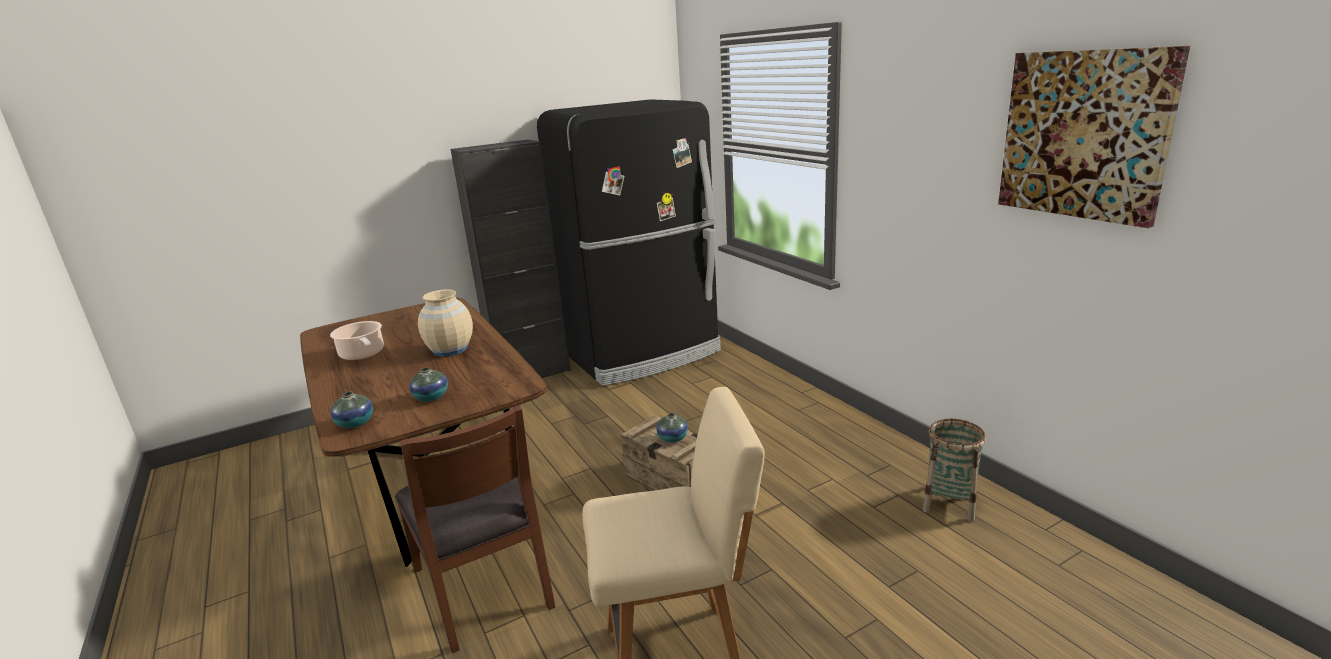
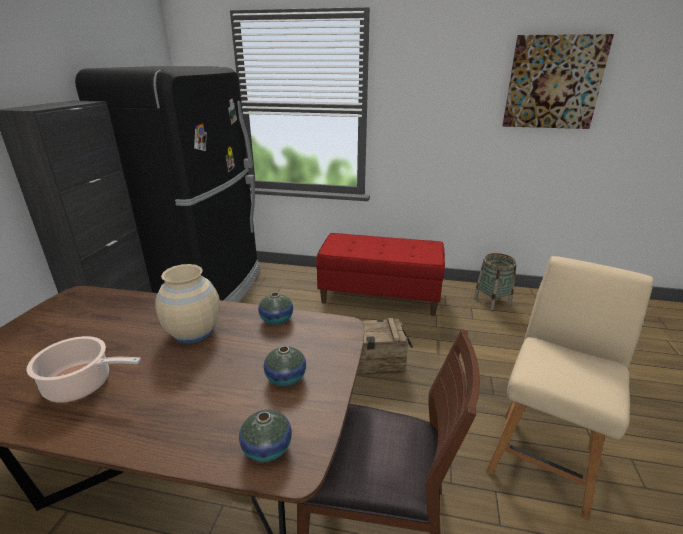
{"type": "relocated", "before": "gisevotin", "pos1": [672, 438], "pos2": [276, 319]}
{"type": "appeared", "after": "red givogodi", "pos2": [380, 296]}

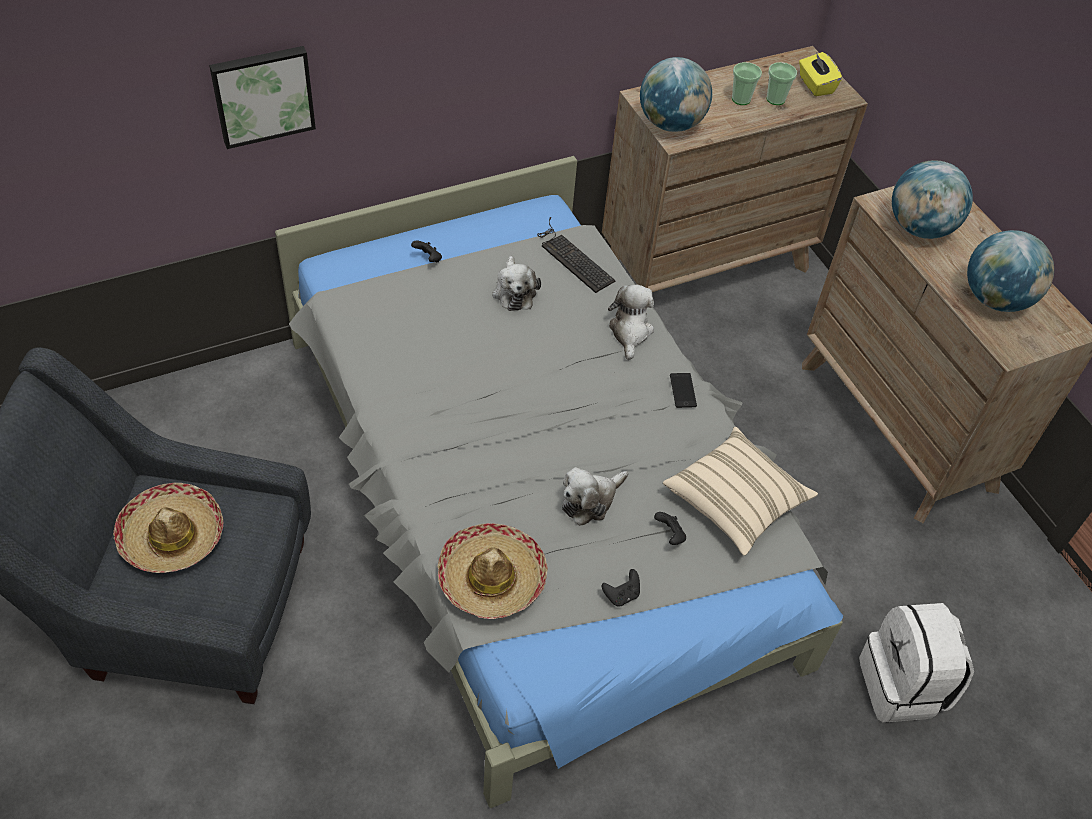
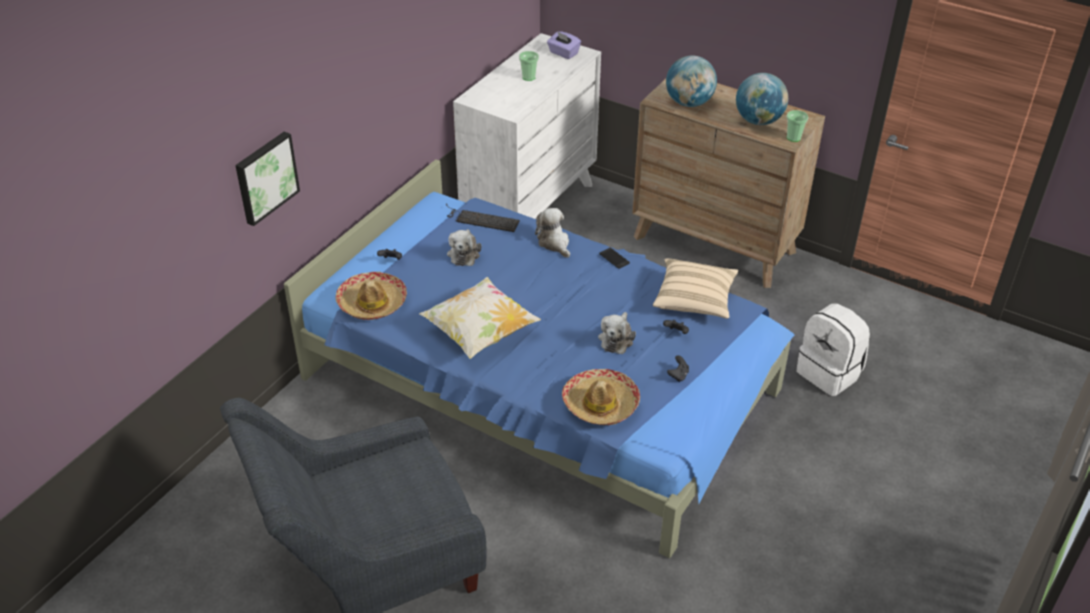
{"type": "colour", "before": "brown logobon", "after": "white logobon", "pos1": [705, 265], "pos2": [529, 209]}
{"type": "colour", "before": "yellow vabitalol", "after": "purple vabitalol", "pos1": [815, 85], "pos2": [563, 53]}
{"type": "missing", "before": "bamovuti", "pos1": [670, 124]}
{"type": "relocated", "before": "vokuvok", "pos1": [775, 99], "pos2": [793, 138]}
{"type": "colour", "before": "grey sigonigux", "after": "blue sigonigux", "pos1": [535, 497], "pos2": [543, 385]}
{"type": "spun", "before": "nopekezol", "pos1": [514, 292], "pos2": [464, 253], "turn": 45}
{"type": "relocated", "before": "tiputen", "pos1": [172, 536], "pos2": [372, 303]}
{"type": "appeared", "after": "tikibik", "pos2": [480, 333]}

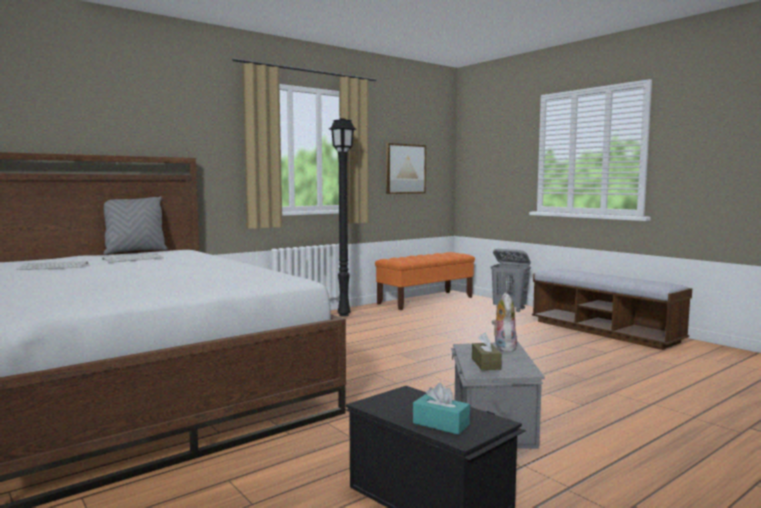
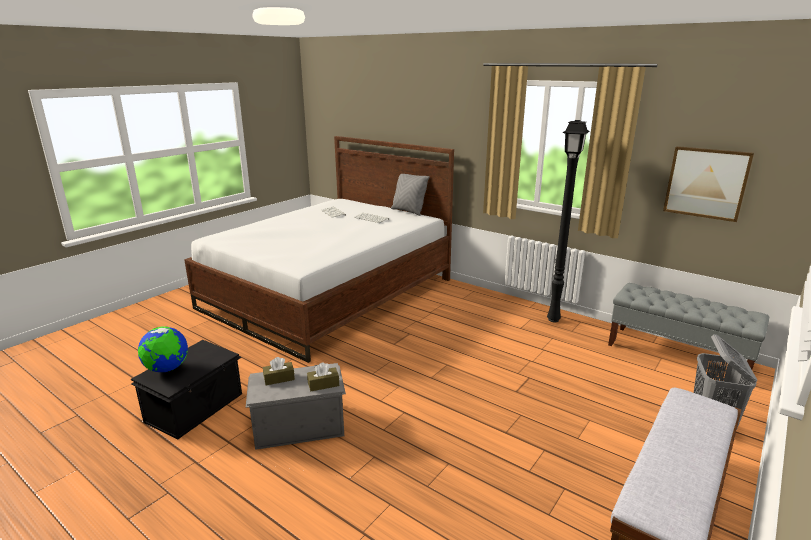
{"type": "colour", "before": "orange givogodi", "after": "grey givogodi", "pos1": [426, 300], "pos2": [678, 355]}
{"type": "exchanged", "before": "nopekezol", "after": "brown vabitalol", "pos1": [503, 347], "pos2": [323, 384]}
{"type": "exchanged", "before": "turquoise vabitalol", "after": "bamovuti", "pos1": [441, 424], "pos2": [167, 369]}

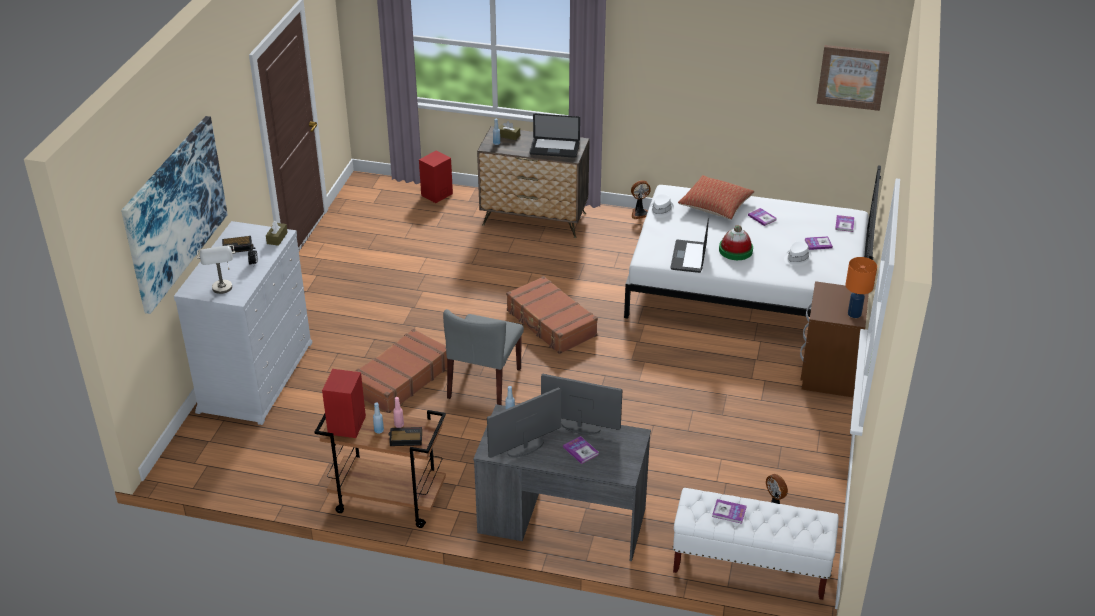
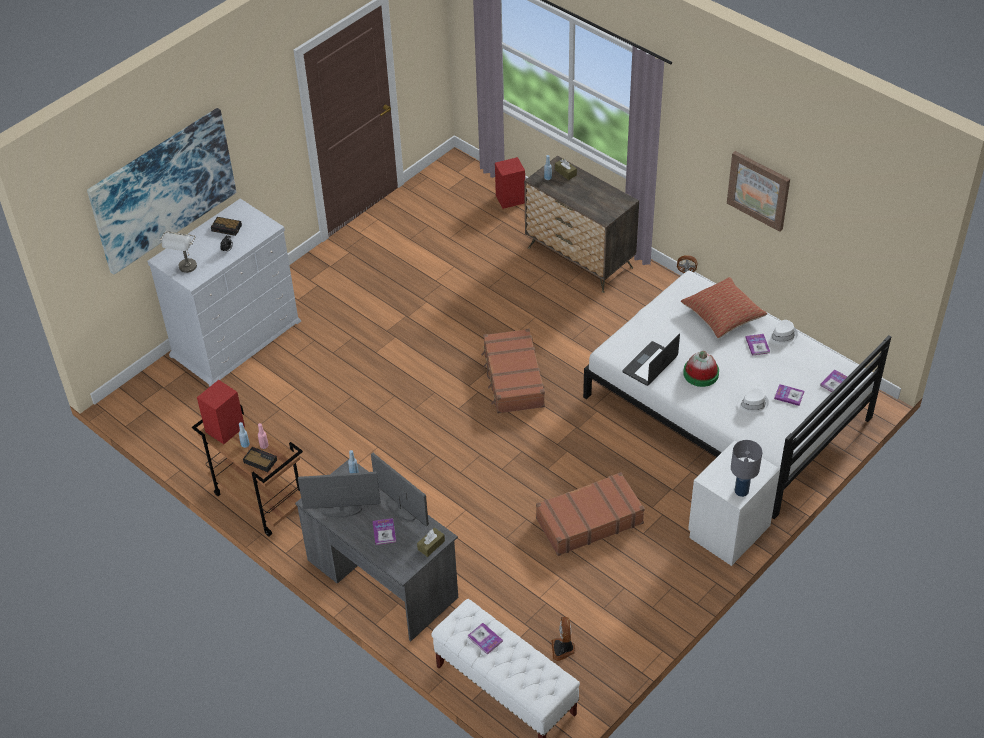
{"type": "relocated", "before": "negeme", "pos1": [852, 77], "pos2": [759, 190]}
{"type": "missing", "before": "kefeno", "pos1": [554, 149]}
{"type": "relocated", "before": "white tiputen", "pos1": [660, 210], "pos2": [782, 336]}
{"type": "relocated", "before": "brown vabitalol", "pos1": [277, 238], "pos2": [431, 545]}
{"type": "colour", "before": "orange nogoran", "after": "grey nogoran", "pos1": [854, 314], "pos2": [741, 491]}
{"type": "colour", "before": "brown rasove", "after": "white rasove", "pos1": [827, 373], "pos2": [728, 531]}
{"type": "missing", "before": "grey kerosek", "pos1": [484, 384]}
{"type": "relocated", "before": "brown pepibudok", "pos1": [401, 379], "pos2": [588, 520]}

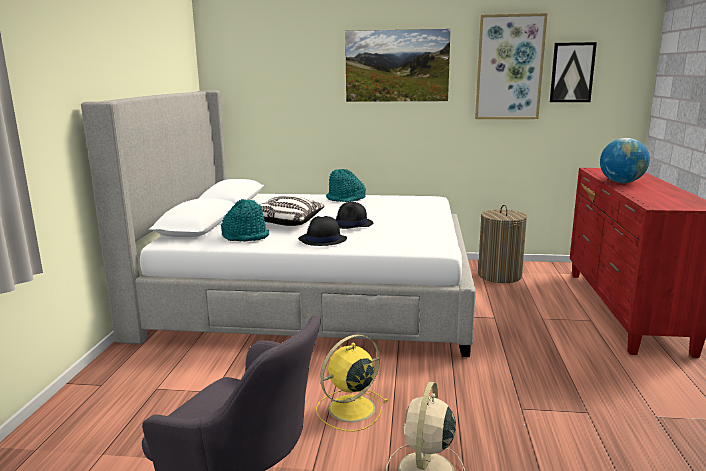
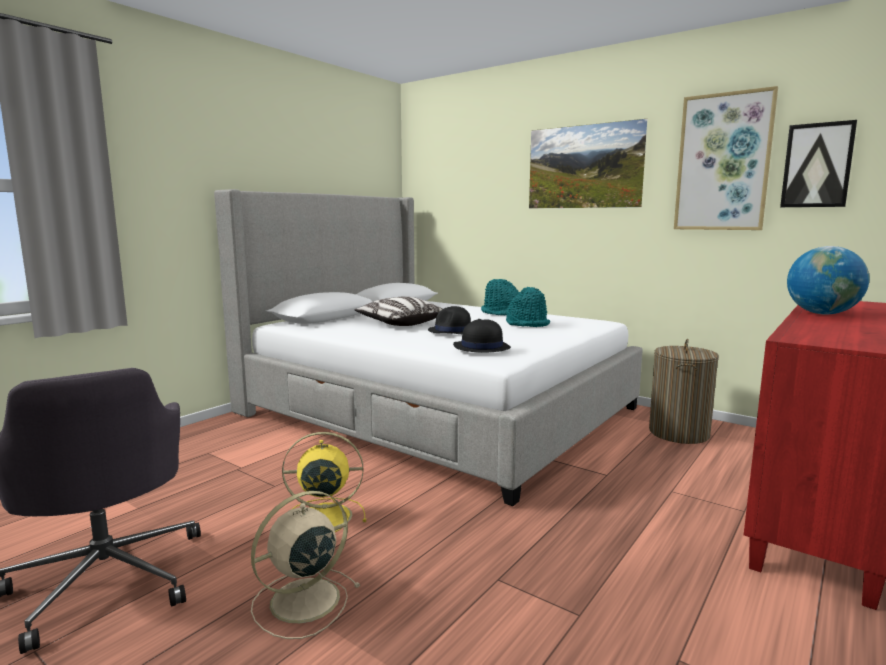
{"type": "relocated", "before": "turquoise tiputen", "pos1": [246, 236], "pos2": [527, 324]}
{"type": "relocated", "before": "black tiputen", "pos1": [322, 240], "pos2": [481, 347]}

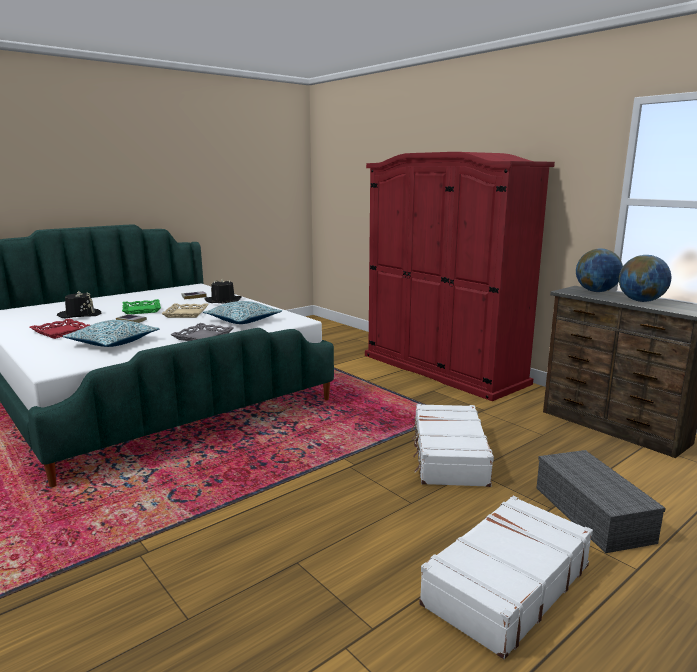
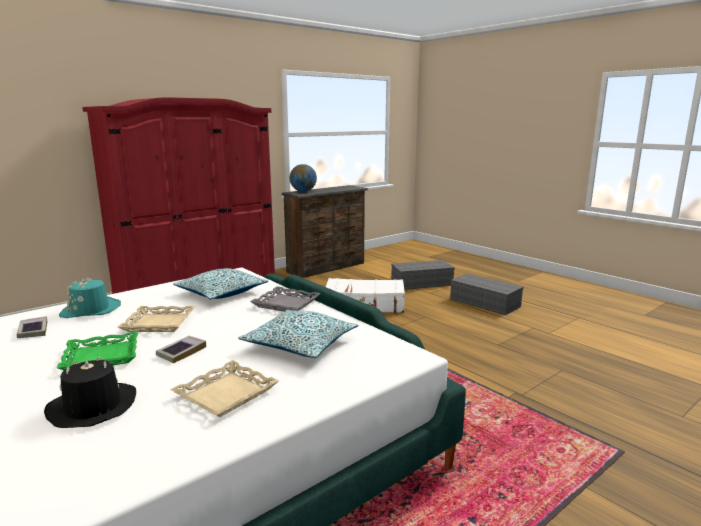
{"type": "missing", "before": "bamovuti", "pos1": [641, 301]}
{"type": "colour", "before": "black tiputen", "after": "turquoise tiputen", "pos1": [223, 301], "pos2": [90, 310]}
{"type": "colour", "before": "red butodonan", "after": "beige butodonan", "pos1": [62, 332], "pos2": [226, 394]}
{"type": "exchanged", "before": "white pepibudok", "after": "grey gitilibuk", "pos1": [505, 584], "pos2": [486, 303]}

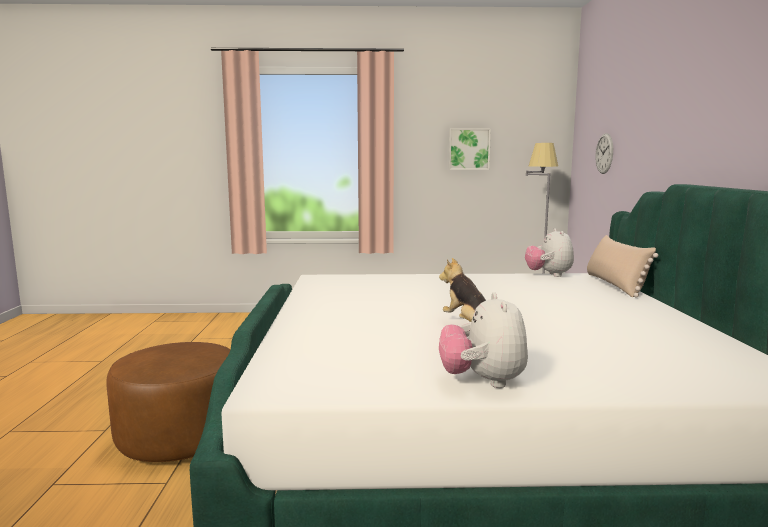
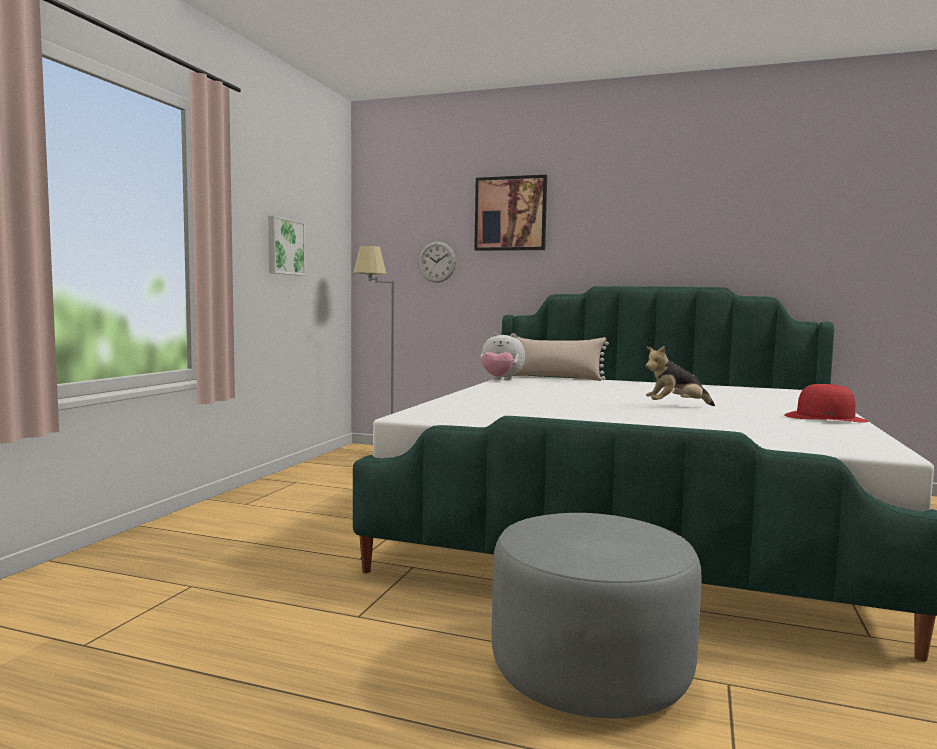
{"type": "exchanged", "before": "nopekezol", "after": "red tiputen", "pos1": [483, 381], "pos2": [825, 418]}
{"type": "colour", "before": "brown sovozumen", "after": "grey sovozumen", "pos1": [180, 437], "pos2": [590, 671]}
{"type": "appeared", "after": "negeme", "pos2": [510, 214]}

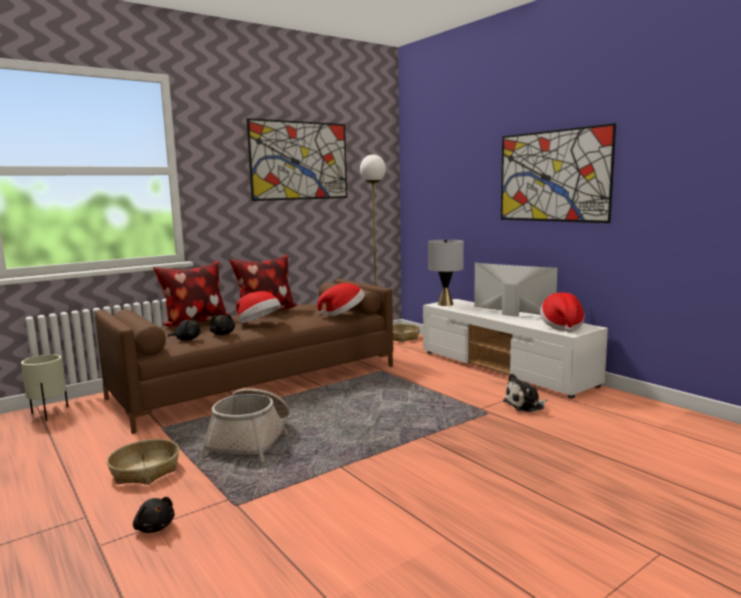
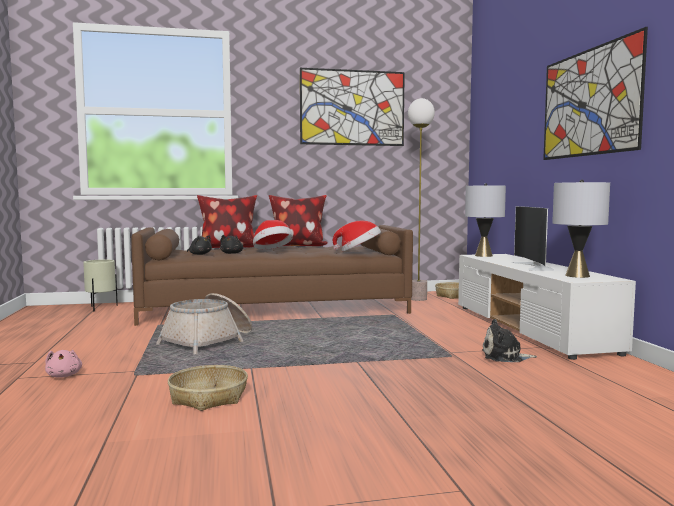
{"type": "spun", "before": "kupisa", "pos1": [510, 316], "pos2": [535, 266], "turn": -150}
{"type": "exchanged", "before": "tiputen", "after": "grey nogoran", "pos1": [561, 326], "pos2": [577, 276]}
{"type": "relocated", "before": "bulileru", "pos1": [145, 470], "pos2": [208, 397]}
{"type": "colour", "before": "black nopekezol", "after": "pink nopekezol", "pos1": [154, 527], "pos2": [64, 375]}

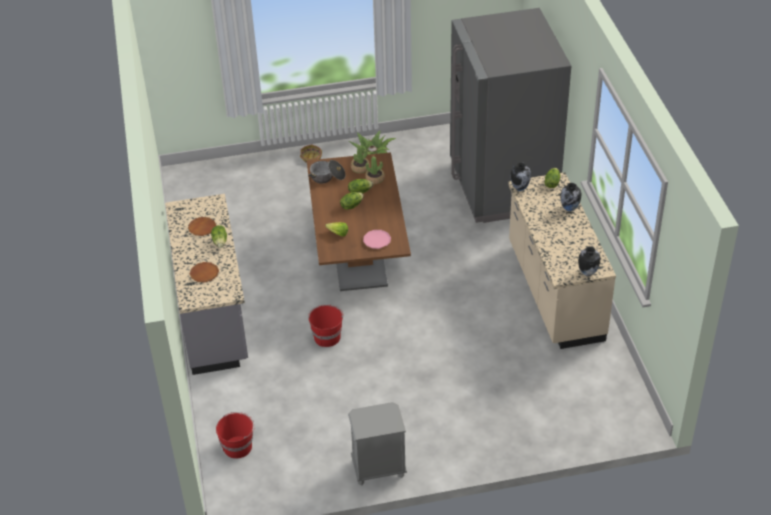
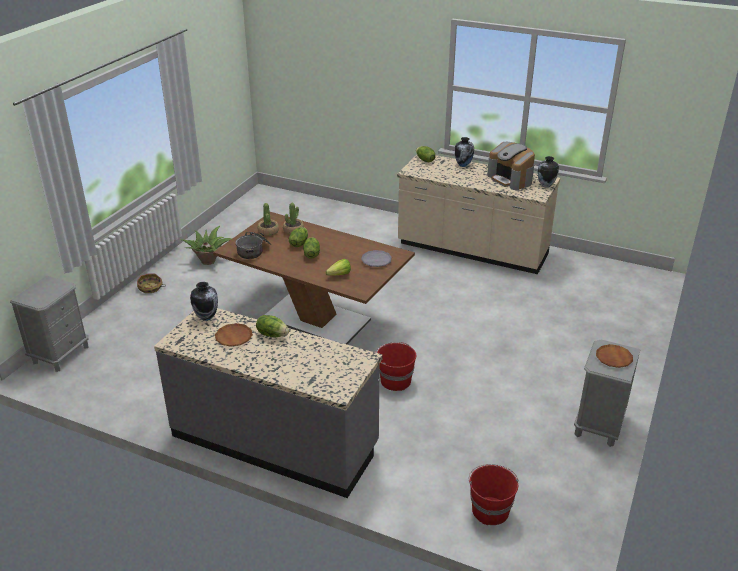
{"type": "missing", "before": "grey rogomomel", "pos1": [503, 186]}
{"type": "relocated", "before": "gisevotin", "pos1": [520, 188], "pos2": [206, 317]}
{"type": "colour", "before": "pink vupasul", "after": "grey vupasul", "pos1": [377, 241], "pos2": [376, 260]}
{"type": "relocated", "before": "brown vupasul", "pos1": [204, 274], "pos2": [613, 358]}
{"type": "appeared", "after": "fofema", "pos2": [510, 179]}
{"type": "appeared", "after": "grey rasove", "pos2": [61, 354]}

